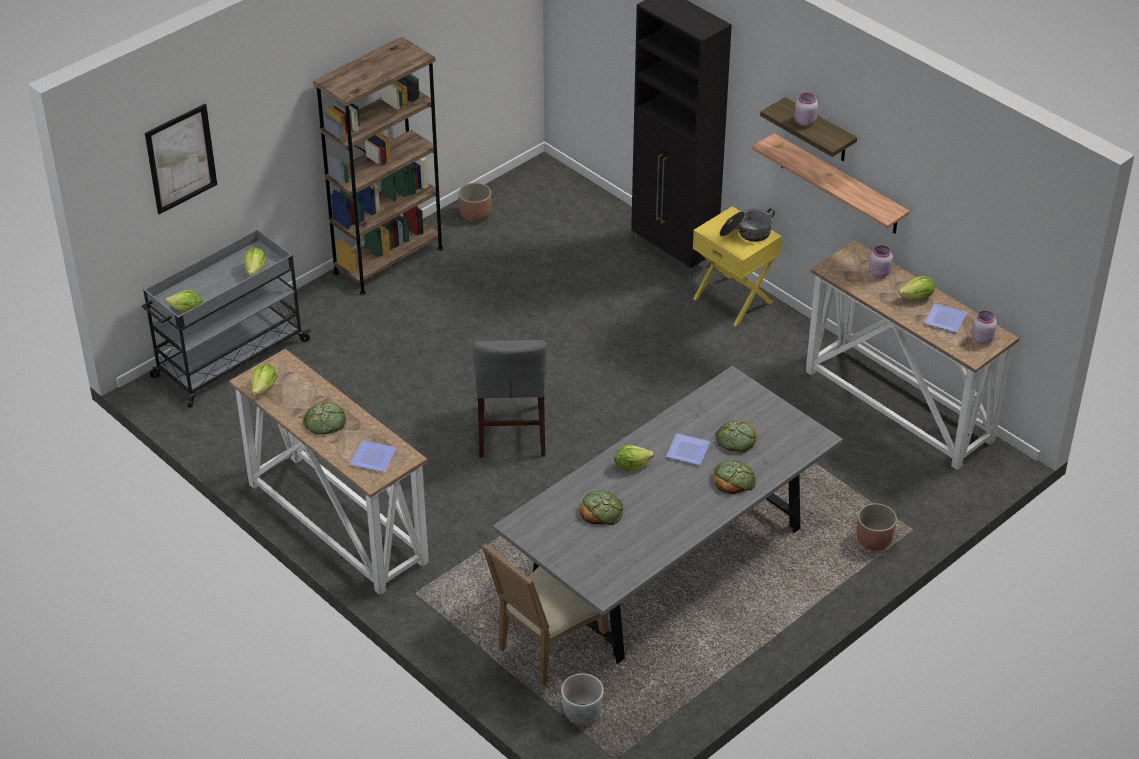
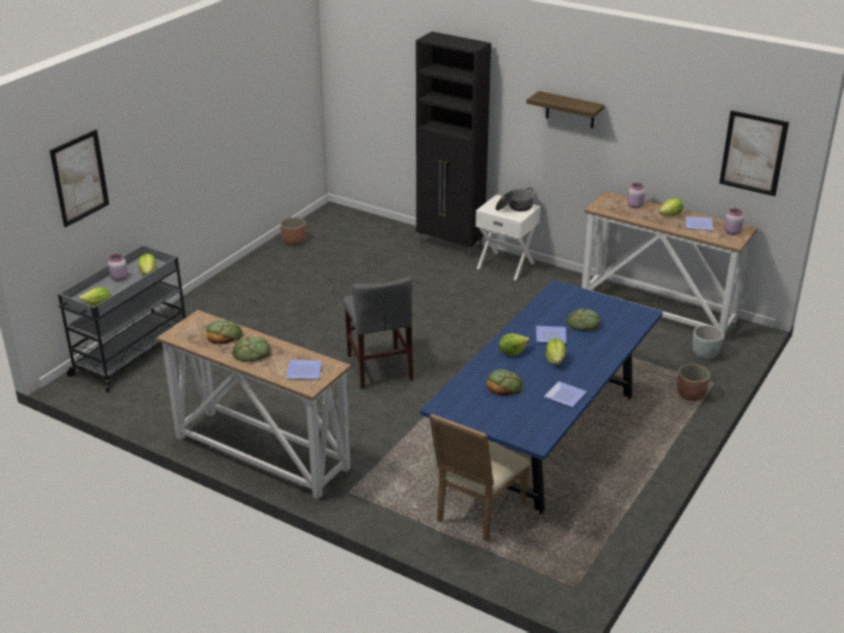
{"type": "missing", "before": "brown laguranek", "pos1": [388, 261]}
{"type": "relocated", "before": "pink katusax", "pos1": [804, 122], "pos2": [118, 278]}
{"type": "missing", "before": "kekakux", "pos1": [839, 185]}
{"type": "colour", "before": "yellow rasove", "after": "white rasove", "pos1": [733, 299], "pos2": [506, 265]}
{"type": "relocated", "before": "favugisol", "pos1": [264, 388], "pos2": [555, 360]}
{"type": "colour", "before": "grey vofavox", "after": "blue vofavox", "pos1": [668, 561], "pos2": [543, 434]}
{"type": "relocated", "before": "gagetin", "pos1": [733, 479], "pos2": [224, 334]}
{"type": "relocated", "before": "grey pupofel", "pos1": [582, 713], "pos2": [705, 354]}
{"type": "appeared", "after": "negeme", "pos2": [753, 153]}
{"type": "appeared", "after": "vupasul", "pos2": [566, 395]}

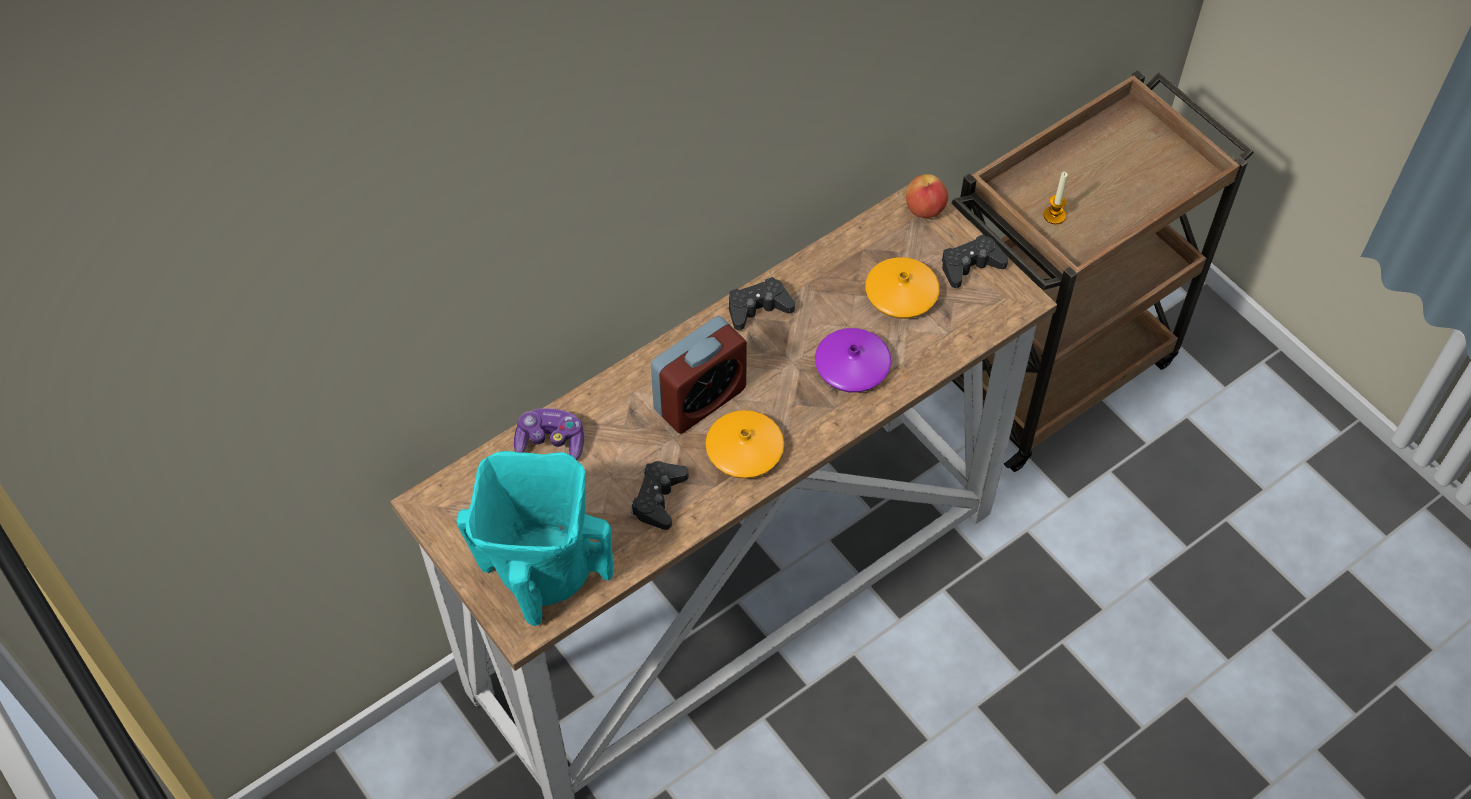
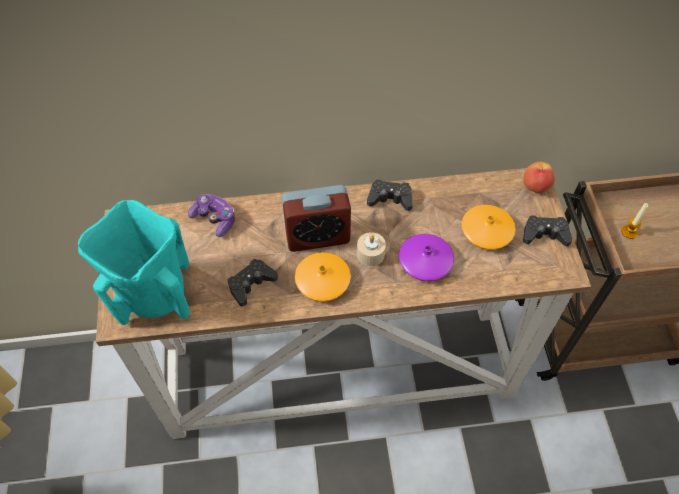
{"type": "appeared", "after": "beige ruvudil", "pos2": [370, 254]}

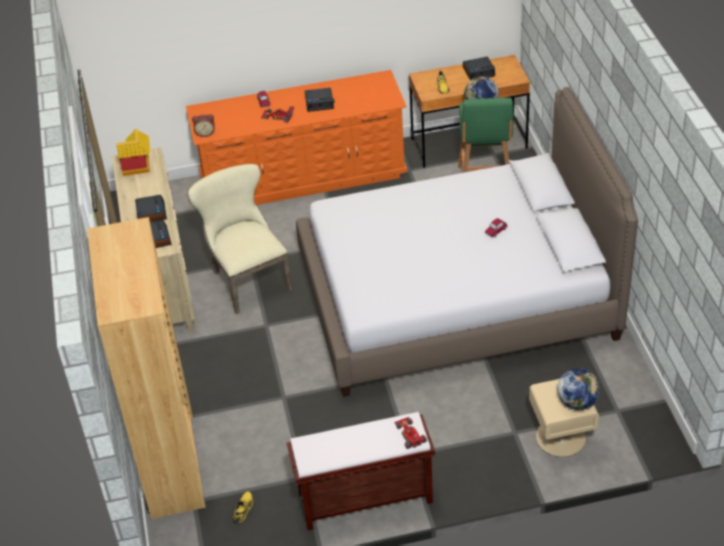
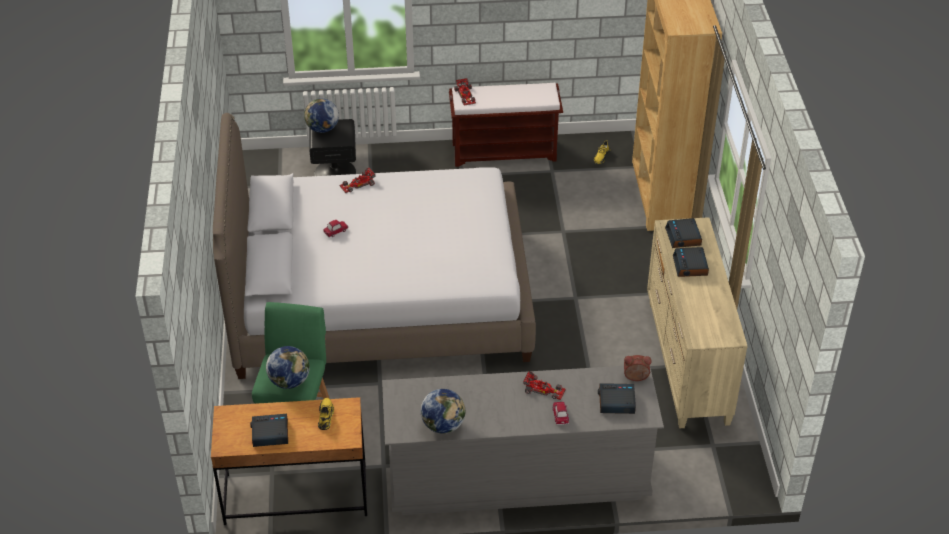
{"type": "colour", "before": "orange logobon", "after": "grey logobon", "pos1": [303, 177], "pos2": [518, 476]}
{"type": "relocated", "before": "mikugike", "pos1": [319, 102], "pos2": [616, 402]}
{"type": "missing", "before": "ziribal", "pos1": [138, 167]}
{"type": "missing", "before": "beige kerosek", "pos1": [247, 279]}
{"type": "colour", "before": "beige rasove", "after": "black rasove", "pos1": [561, 437], "pos2": [335, 172]}
{"type": "appeared", "after": "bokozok", "pos2": [358, 184]}
{"type": "appeared", "after": "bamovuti", "pos2": [443, 425]}

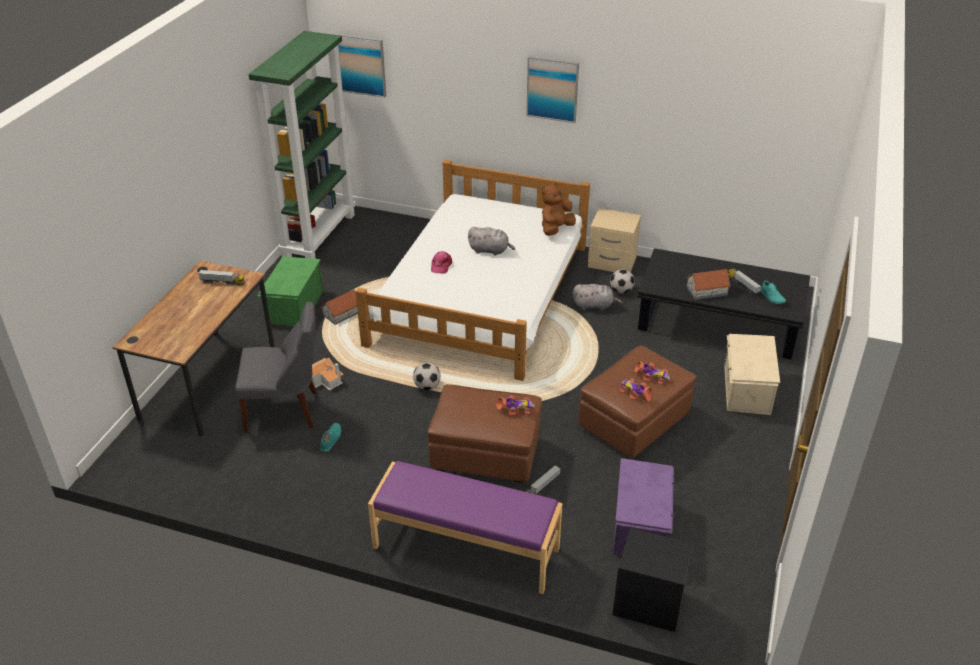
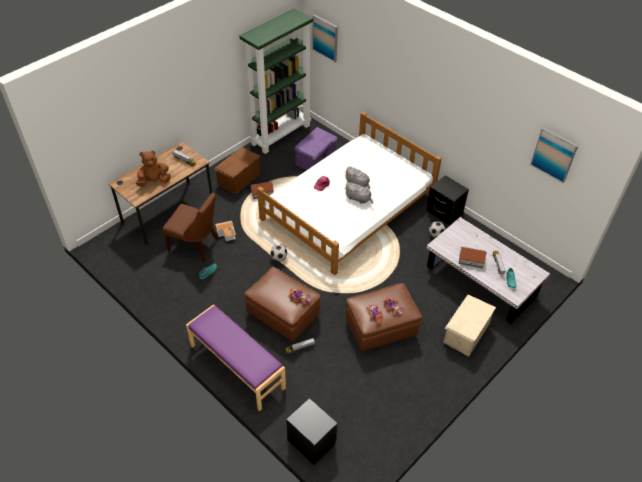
{"type": "relocated", "before": "negeme", "pos1": [552, 89], "pos2": [554, 154]}
{"type": "relocated", "before": "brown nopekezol", "pos1": [555, 229], "pos2": [154, 181]}
{"type": "colour", "before": "beige rasove", "after": "black rasove", "pos1": [611, 263], "pos2": [444, 212]}
{"type": "colour", "before": "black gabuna", "after": "white gabuna", "pos1": [718, 325], "pos2": [480, 282]}
{"type": "colour", "before": "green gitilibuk", "after": "brown gitilibuk", "pos1": [293, 307], "pos2": [238, 179]}
{"type": "relocated", "before": "grey nopekezol", "pos1": [594, 306], "pos2": [359, 199]}
{"type": "colour", "before": "grey kerosek", "after": "brown kerosek", "pos1": [285, 411], "pos2": [196, 245]}
{"type": "relocated", "before": "purple gitilibuk", "pos1": [641, 525], "pos2": [316, 159]}

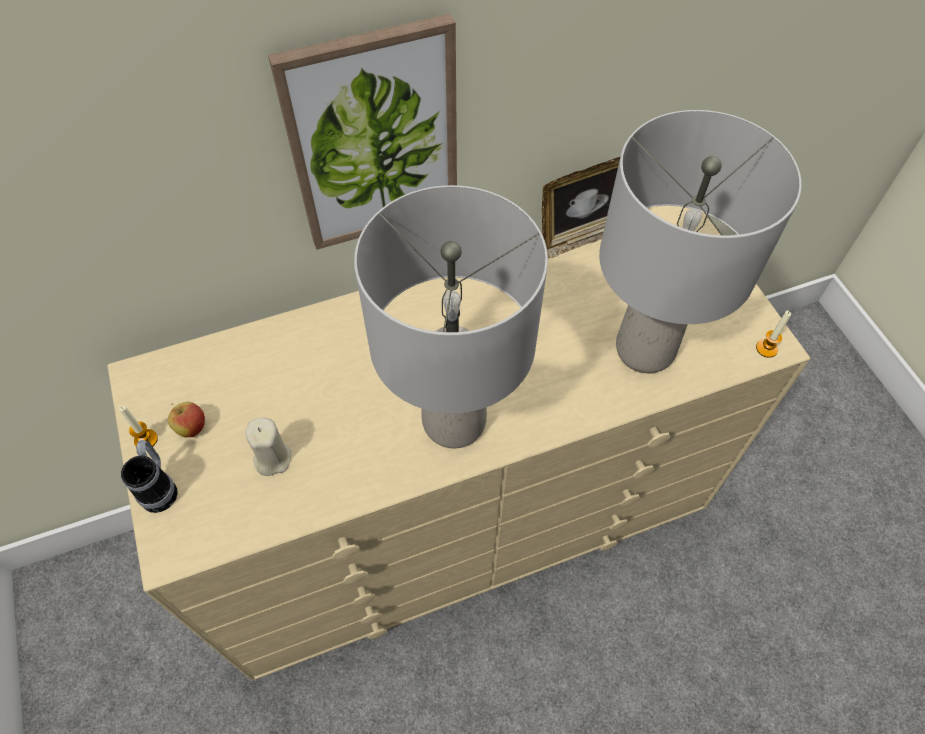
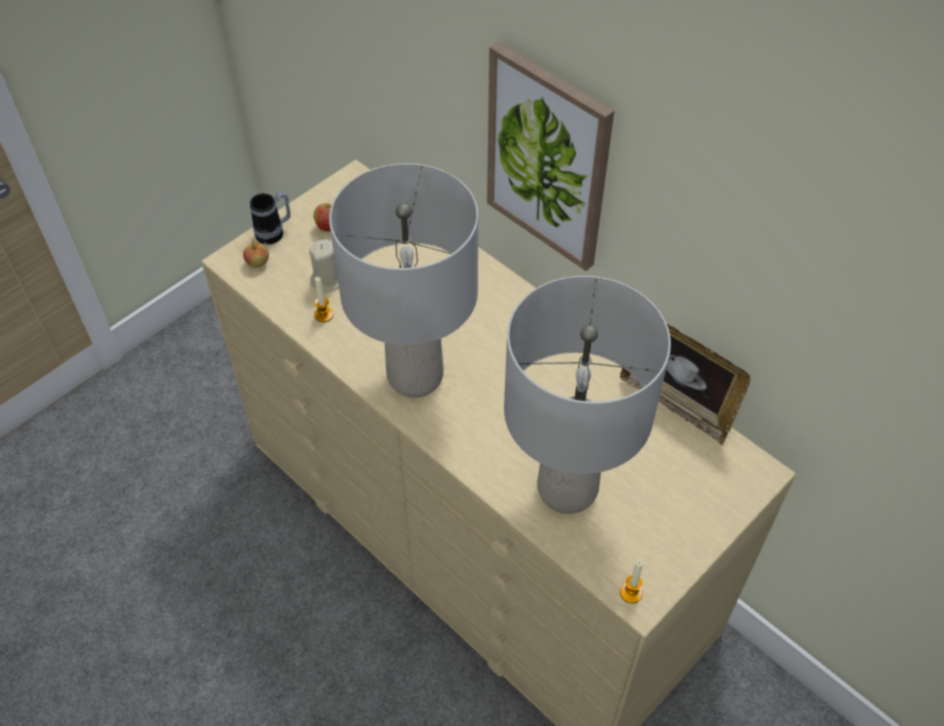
{"type": "relocated", "before": "ruvudil", "pos1": [146, 440], "pos2": [324, 315]}
{"type": "appeared", "after": "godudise", "pos2": [257, 263]}

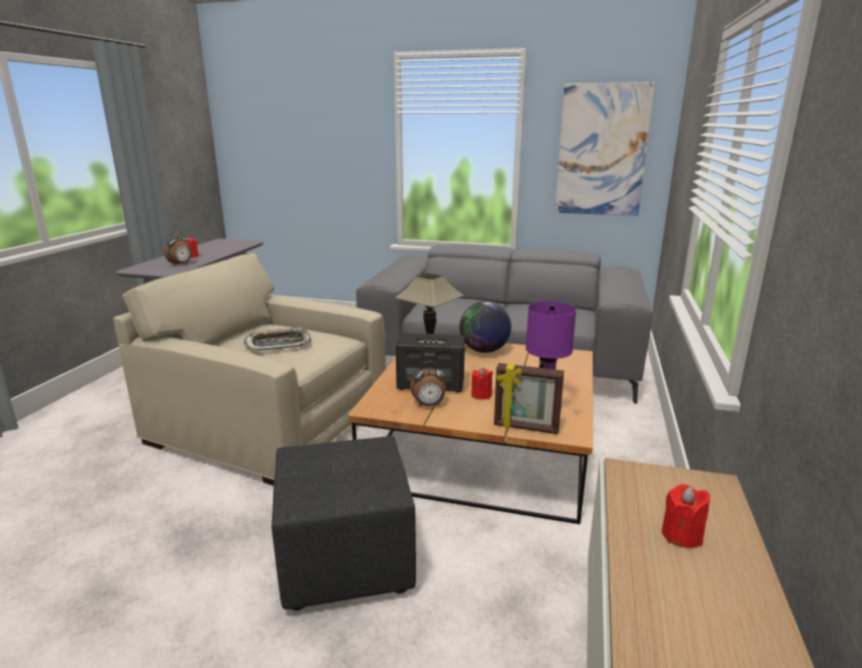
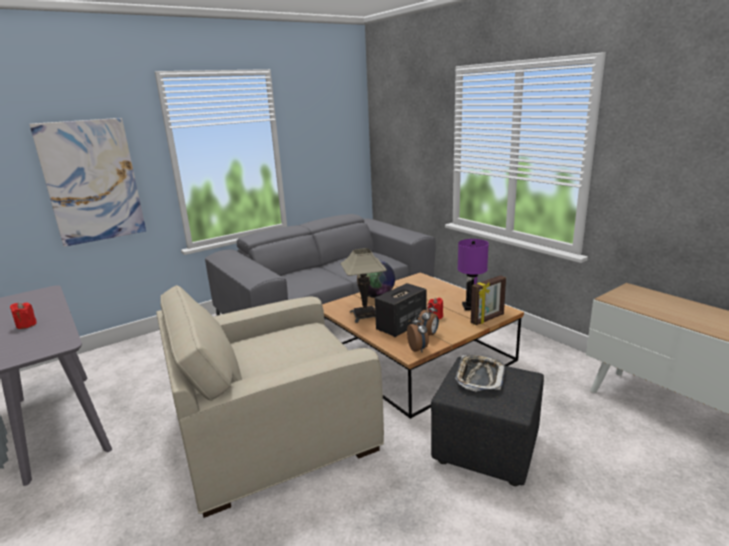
{"type": "relocated", "before": "negeme", "pos1": [602, 150], "pos2": [92, 182]}
{"type": "relocated", "before": "mikugike", "pos1": [181, 264], "pos2": [418, 349]}
{"type": "relocated", "before": "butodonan", "pos1": [278, 344], "pos2": [479, 376]}
{"type": "missing", "before": "red ruvudil", "pos1": [681, 535]}

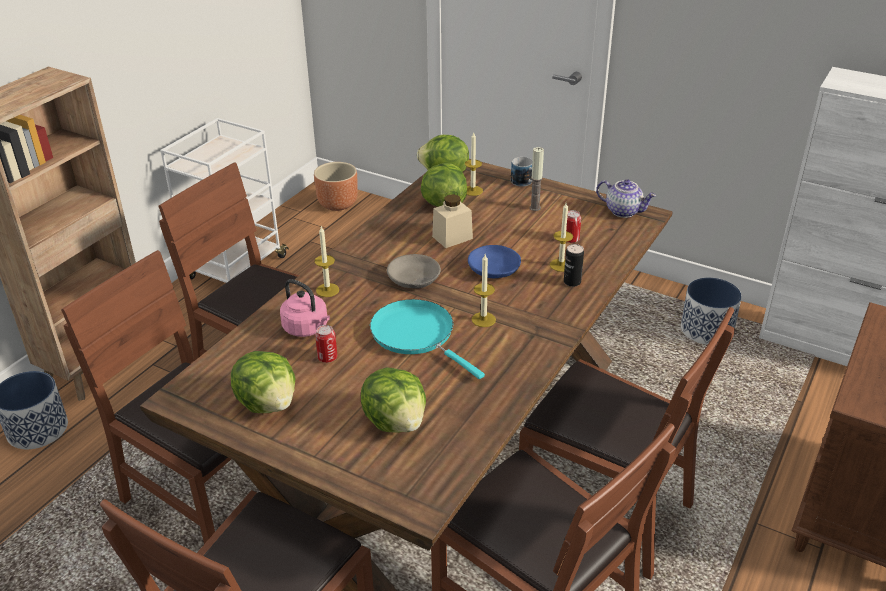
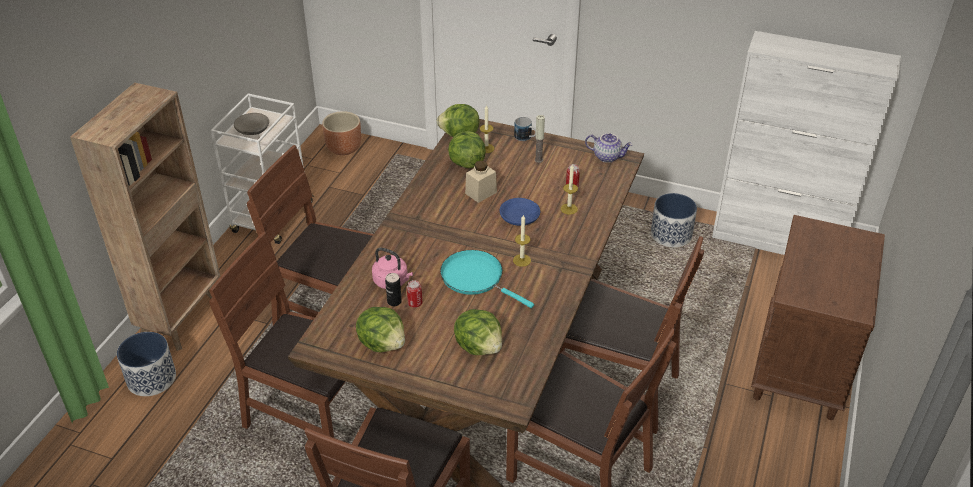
{"type": "missing", "before": "ruvudil", "pos1": [327, 290]}
{"type": "relocated", "before": "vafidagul", "pos1": [572, 282], "pos2": [394, 301]}
{"type": "relocated", "before": "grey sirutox", "pos1": [414, 279], "pos2": [252, 129]}

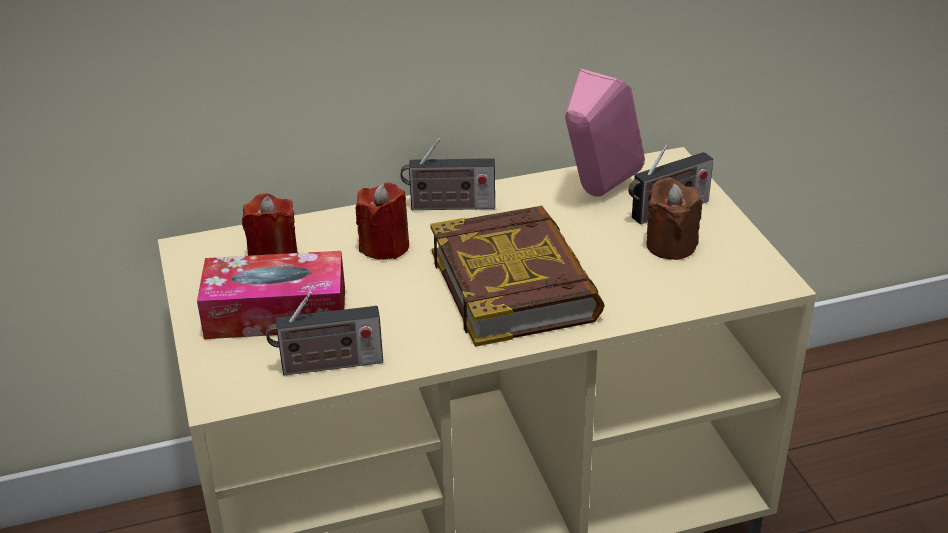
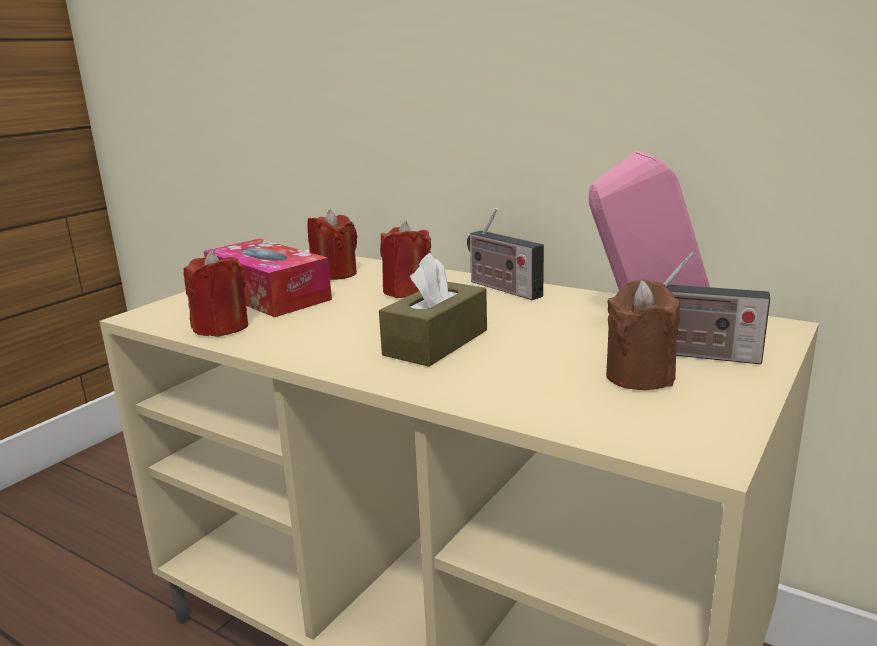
{"type": "exchanged", "before": "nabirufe", "after": "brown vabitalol", "pos1": [514, 285], "pos2": [436, 342]}
{"type": "exchanged", "before": "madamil", "after": "red ruvudil", "pos1": [327, 365], "pos2": [221, 327]}

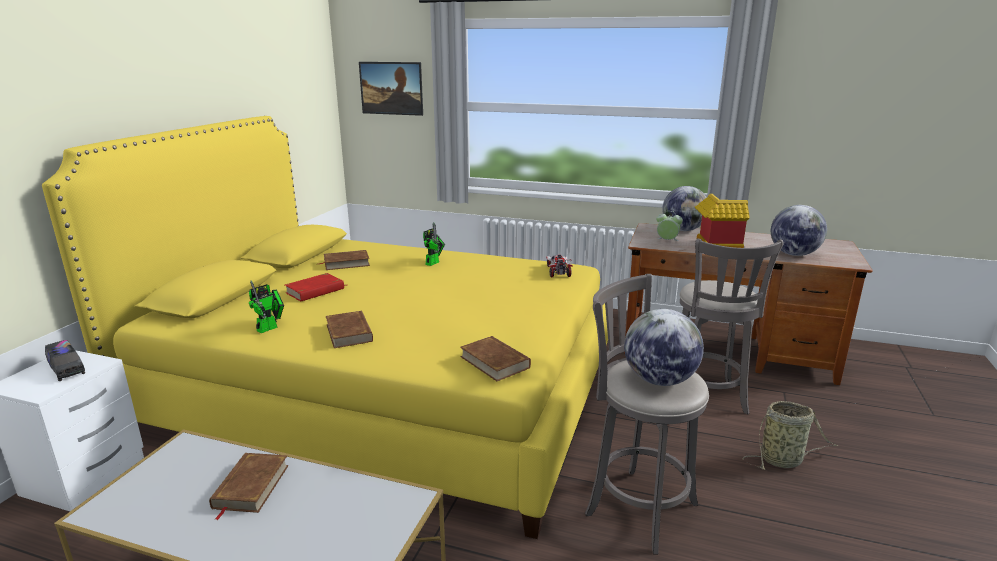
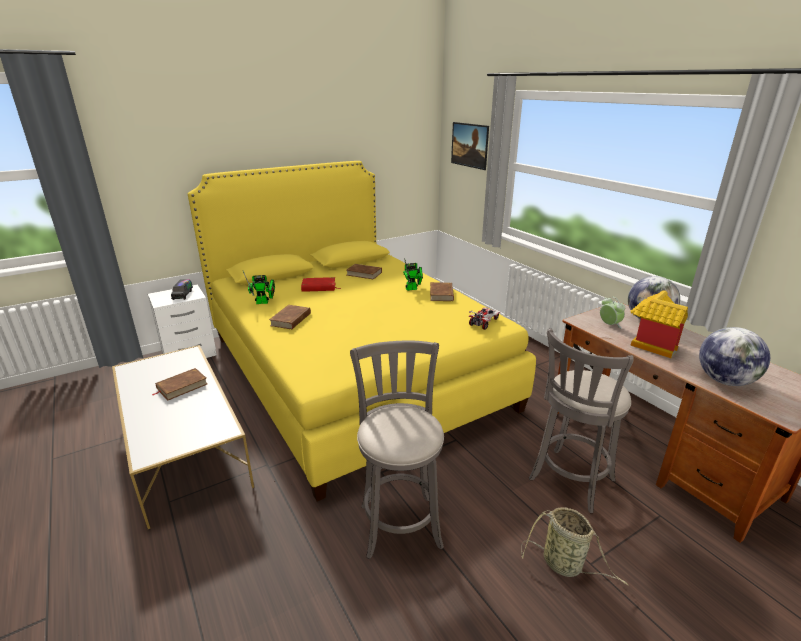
{"type": "missing", "before": "bamovuti", "pos1": [659, 380]}
{"type": "relocated", "before": "brown nabirufe", "pos1": [495, 362], "pos2": [441, 294]}

